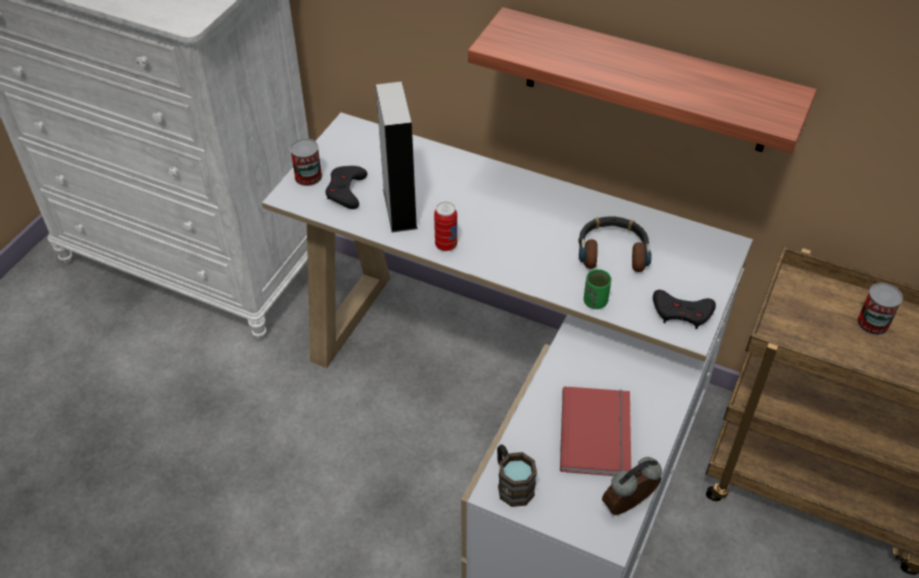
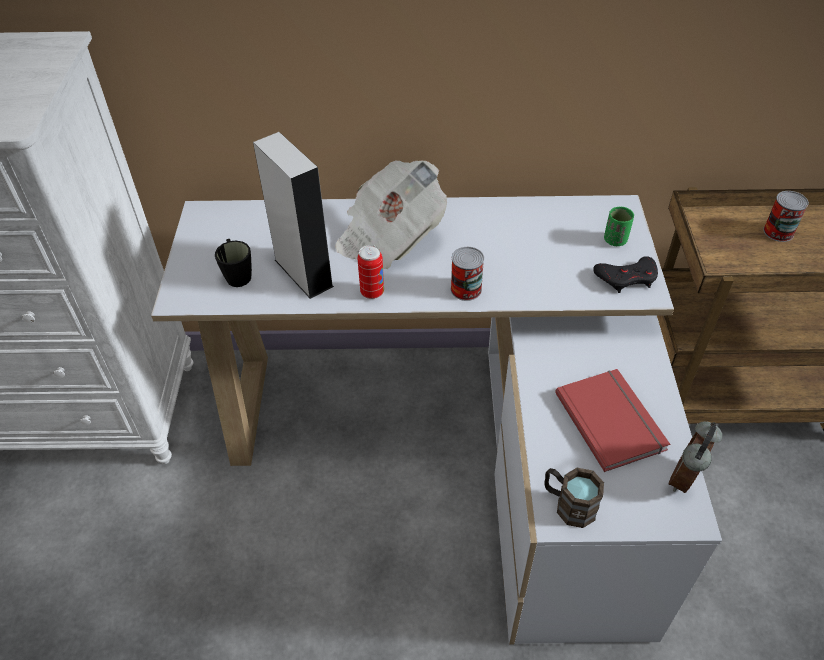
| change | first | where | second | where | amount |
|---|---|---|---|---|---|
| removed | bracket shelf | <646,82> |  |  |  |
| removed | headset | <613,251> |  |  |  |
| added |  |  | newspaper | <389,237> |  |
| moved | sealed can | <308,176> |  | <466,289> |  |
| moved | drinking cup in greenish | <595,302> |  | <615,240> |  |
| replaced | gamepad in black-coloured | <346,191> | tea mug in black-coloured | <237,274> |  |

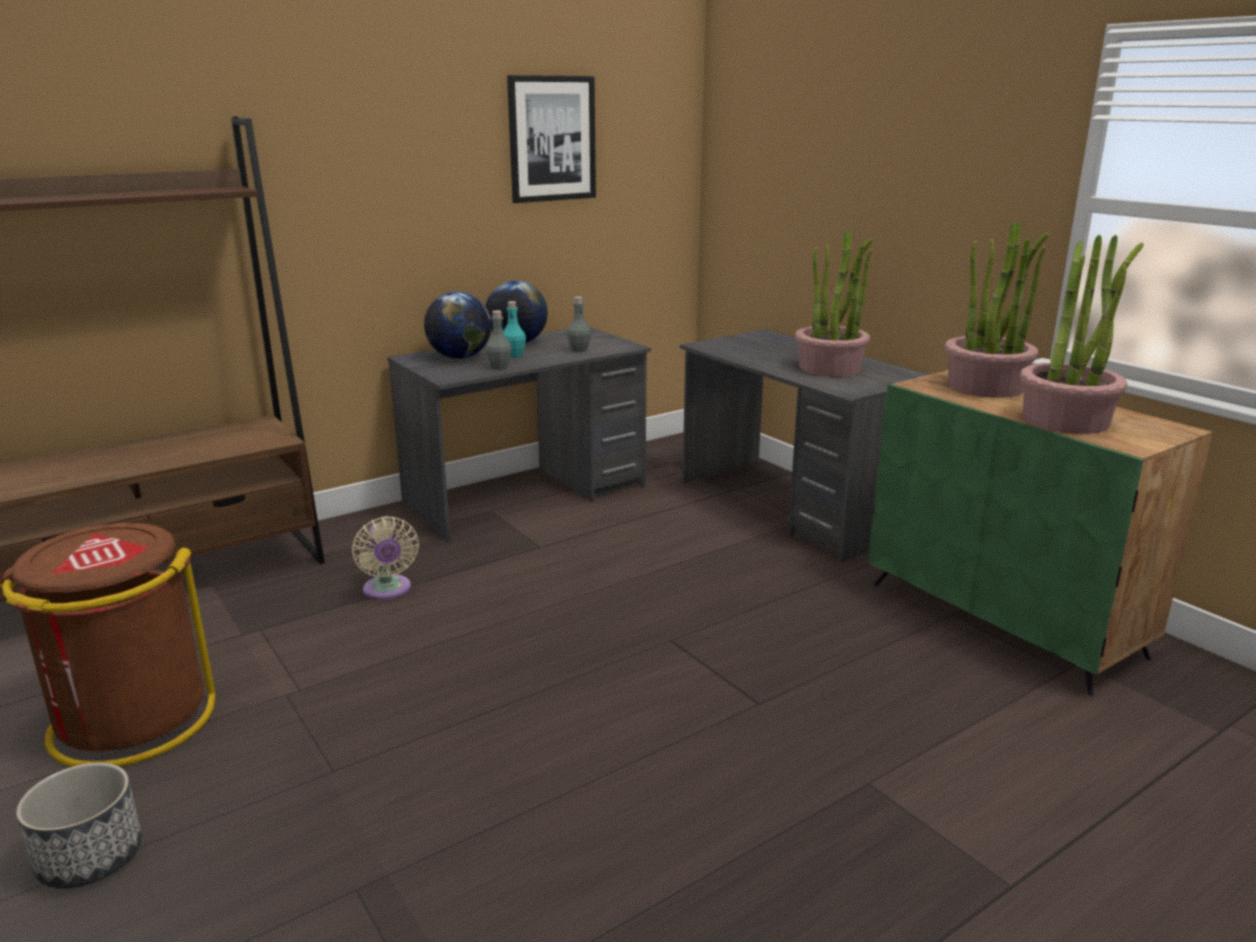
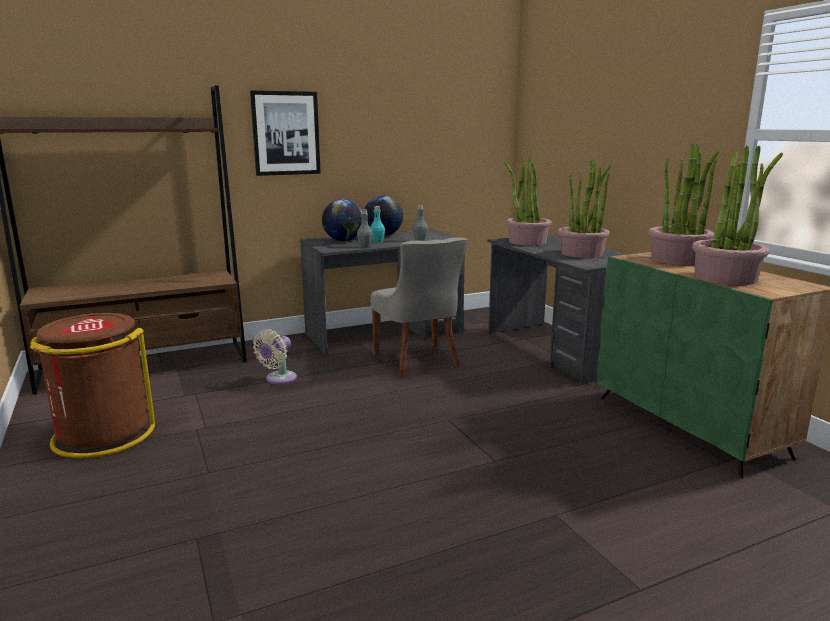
| change | first | where | second | where | amount |
|---|---|---|---|---|---|
| removed | planter | <89,858> |  |  |  |
| added |  |  | chair in grey | <418,361> |  |
| added |  |  | plant in a pot | <527,242> |  |
| moved | picture | <552,139> |  | <286,133> |  |
| turned | cooling fan in beige | <388,591> |  | <278,379> | 45 degrees clockwise |

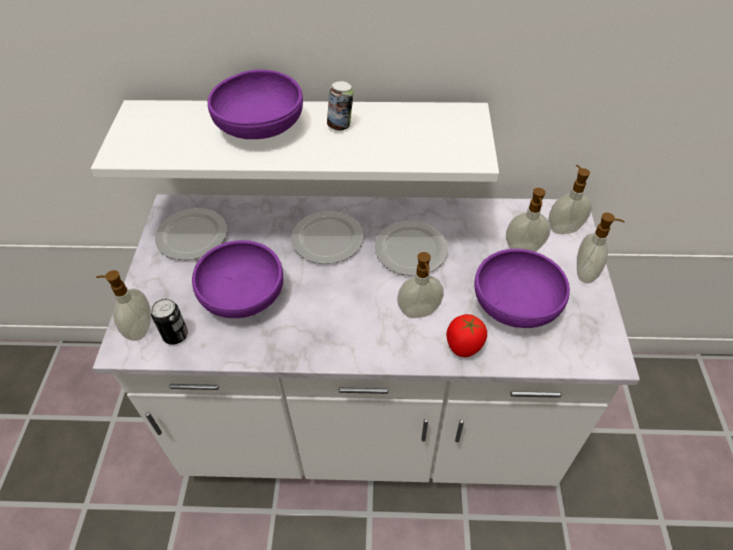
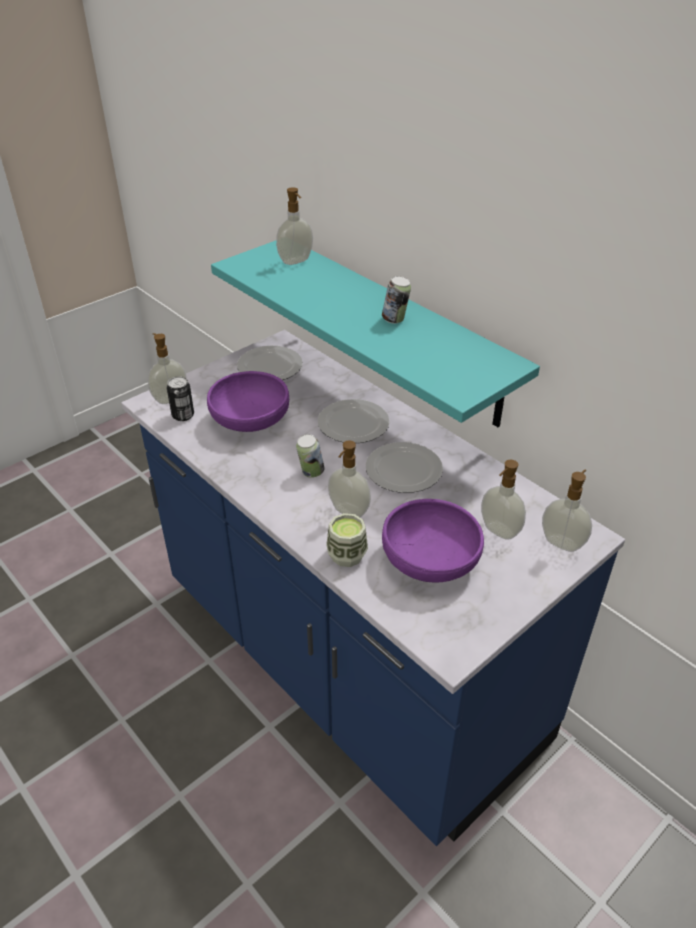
| change | first | where | second | where | amount |
|---|---|---|---|---|---|
| removed | deep dish in purple | <260,127> |  |  |  |
| added |  |  | sealed can | <311,473> |  |
| moved | liquid soap bottle | <586,273> |  | <296,261> |  |
| replaced | tomato | <464,346> | drinking cup | <347,555> |  |
| recoloured | bracket shelf in white-coloured | <308,136> | bracket shelf in turquoise-coloured | <395,329> |  |
| recoloured | kitchen base unit in white-coloured | <369,422> | kitchen base unit in bluish | <348,663> |  |

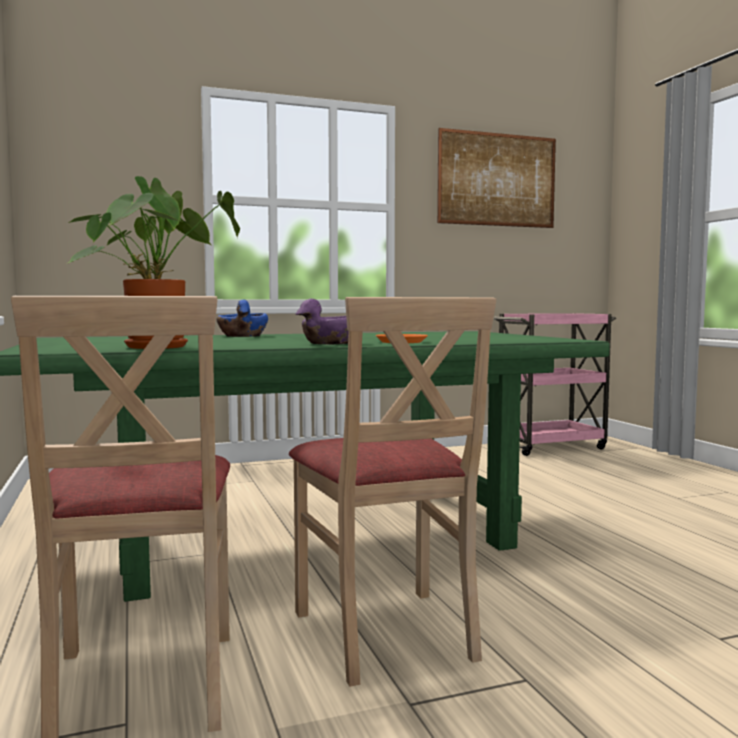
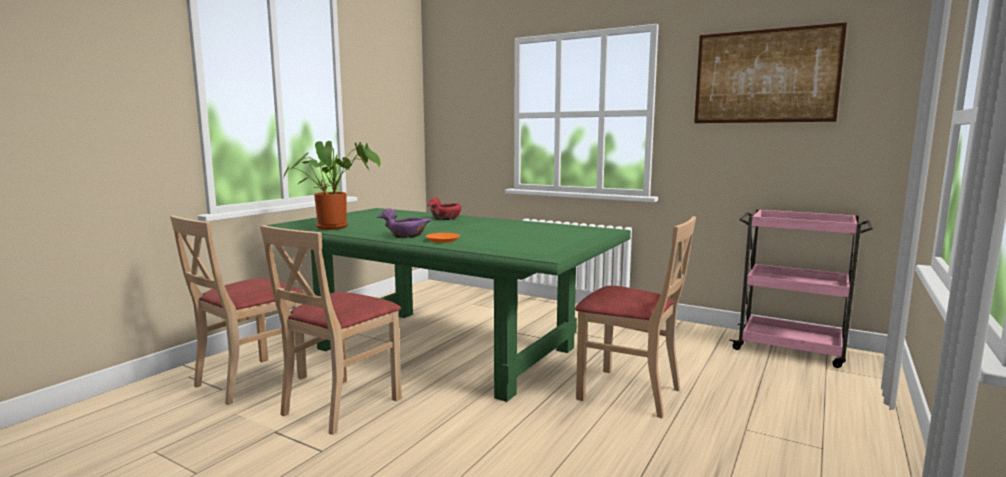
| change | first | where | second | where | amount |
|---|---|---|---|---|---|
| added |  |  | chair in beige | <629,393> |  |
| recoloured | deep dish in bluish | <242,336> | deep dish in reddish | <445,218> |  |

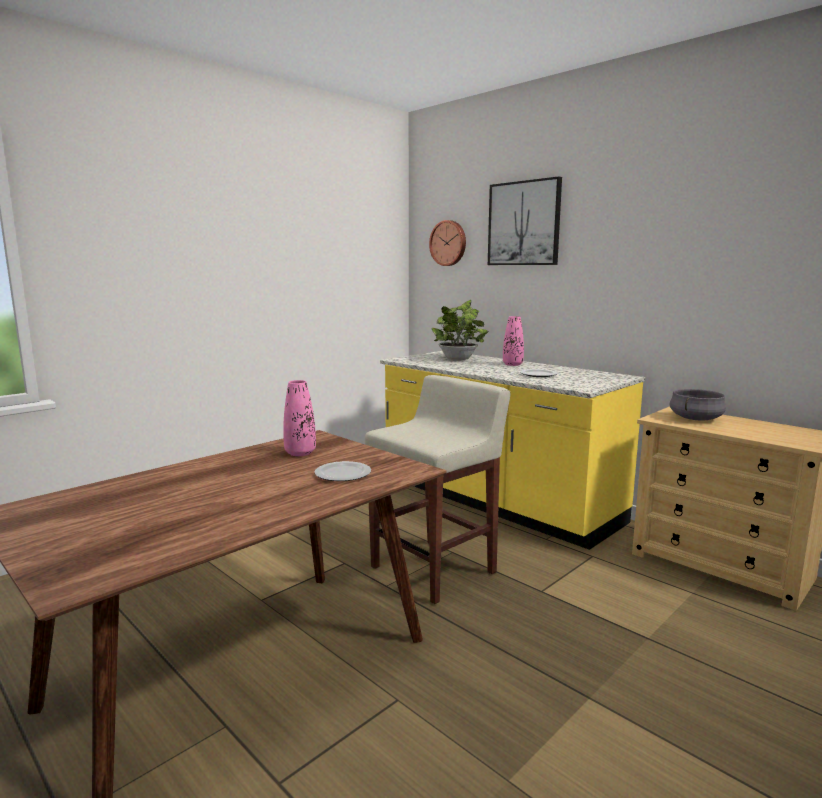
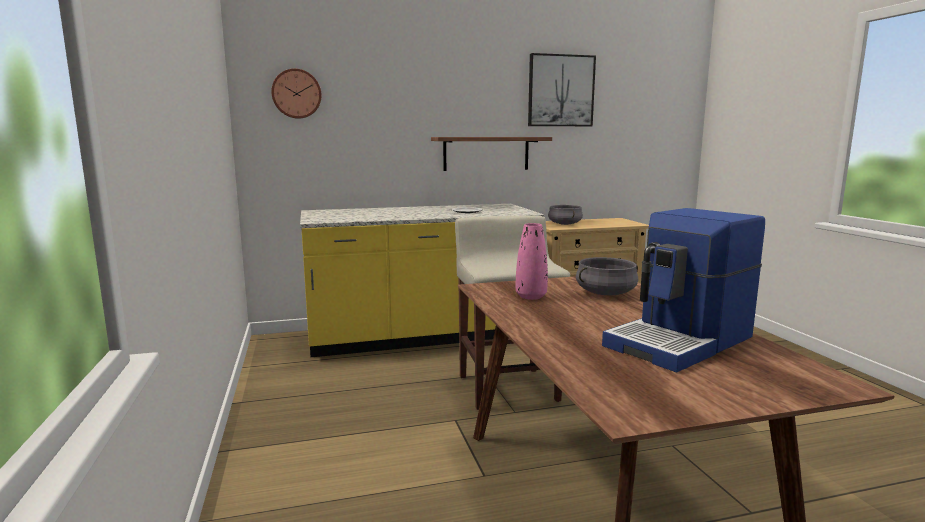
| change | first | where | second | where | amount |
|---|---|---|---|---|---|
| removed | plant in a pot | <459,360> |  |  |  |
| removed | vase in pink-coloured | <512,364> |  |  |  |
| added |  |  | bracket shelf | <486,153> |  |
| added |  |  | coffee maker | <681,342> |  |
| moved | picture | <524,223> |  | <560,91> |  |
| replaced | dinner plate | <342,474> | cooking pot in grey | <605,293> |  |

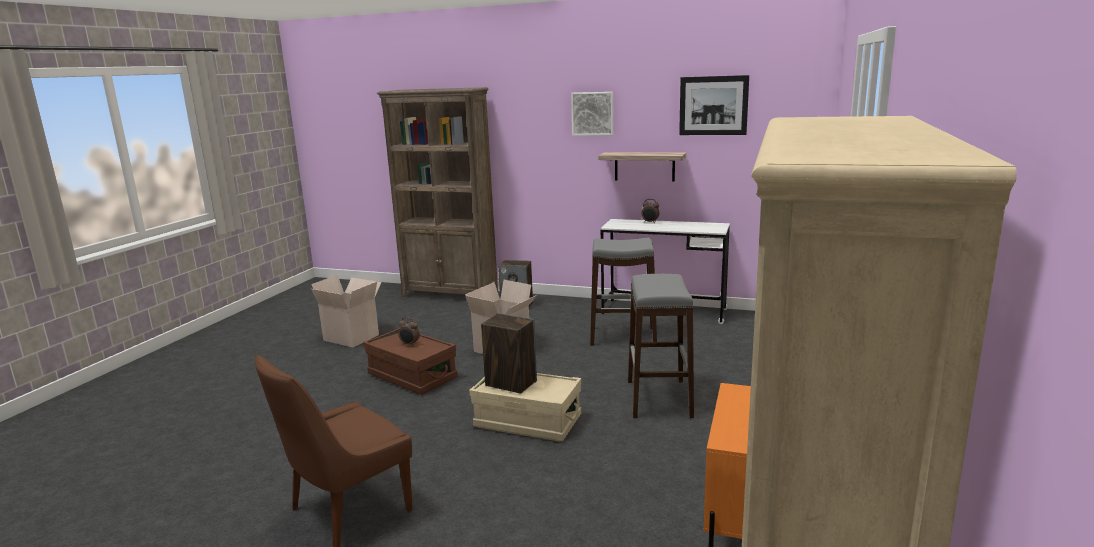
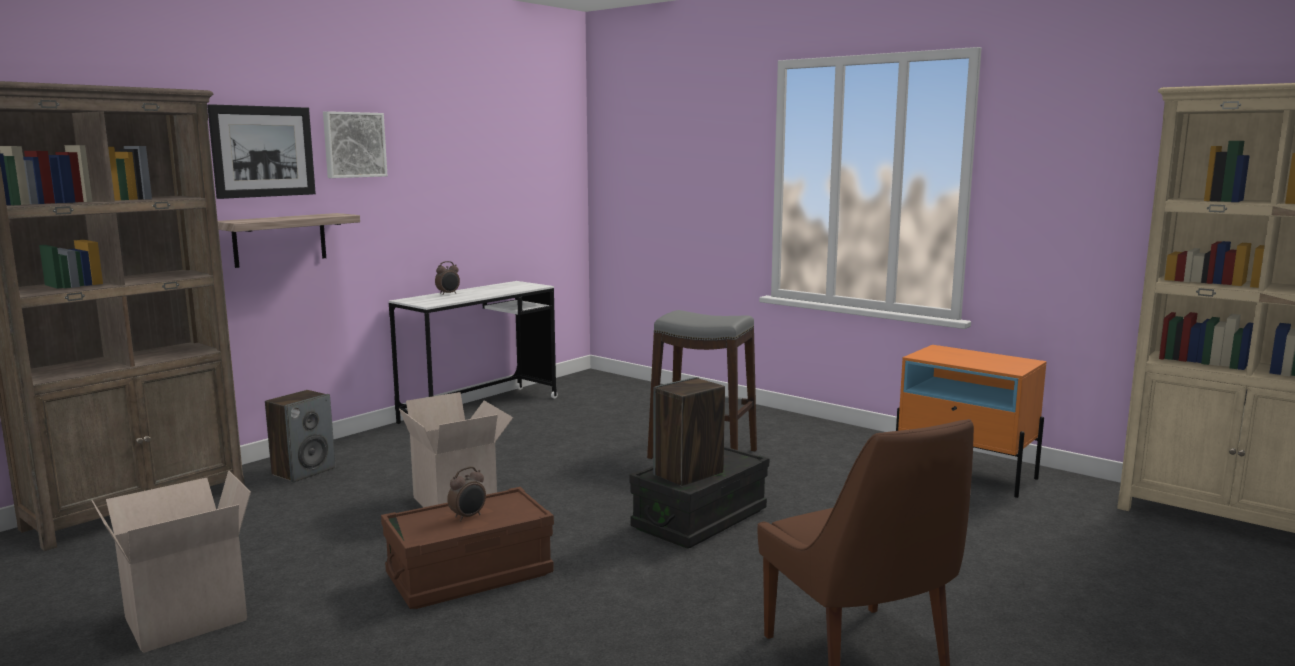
| change | first | where | second | where | amount |
|---|---|---|---|---|---|
| removed | stool seat in grey | <622,336> |  |  |  |
| moved | bracket shelf | <644,166> |  | <280,239> |  |
| moved | picture | <713,105> |  | <263,151> |  |
| recoloured | storage box in beige | <527,422> | storage box in black-coloured | <700,519> |  |

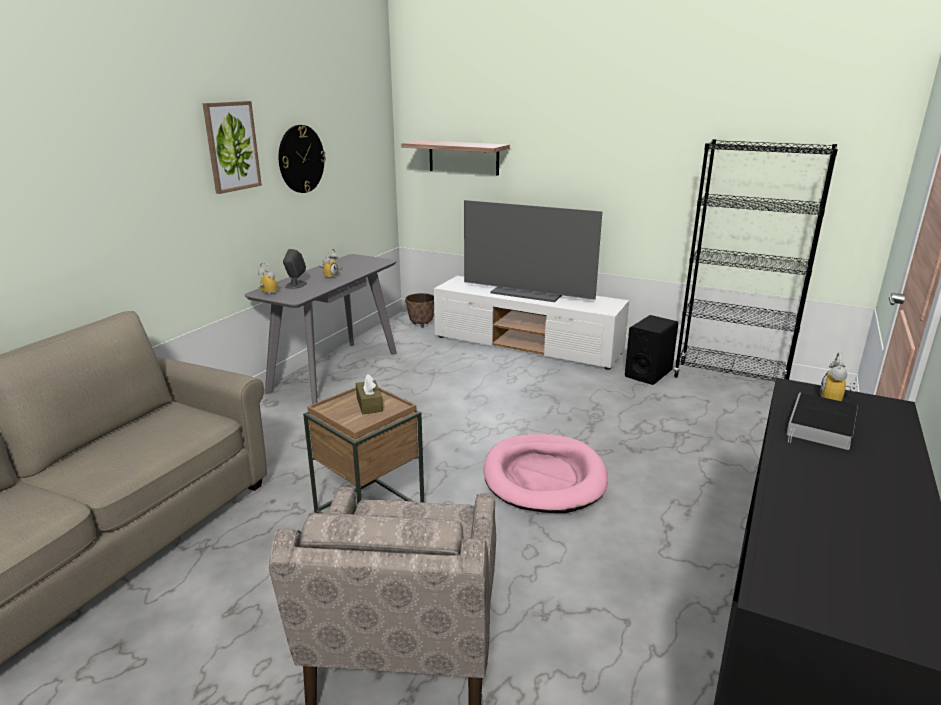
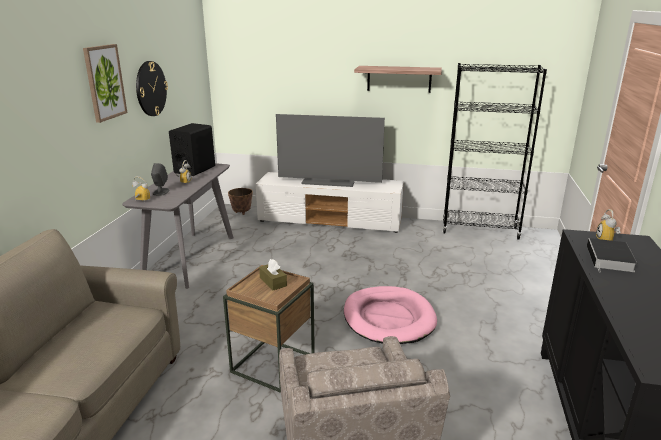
| change | first | where | second | where | amount |
|---|---|---|---|---|---|
| moved | bracket shelf | <463,157> |  | <399,79> |  |
| moved | audio speaker in black-coloured | <648,373> |  | <195,169> |  |

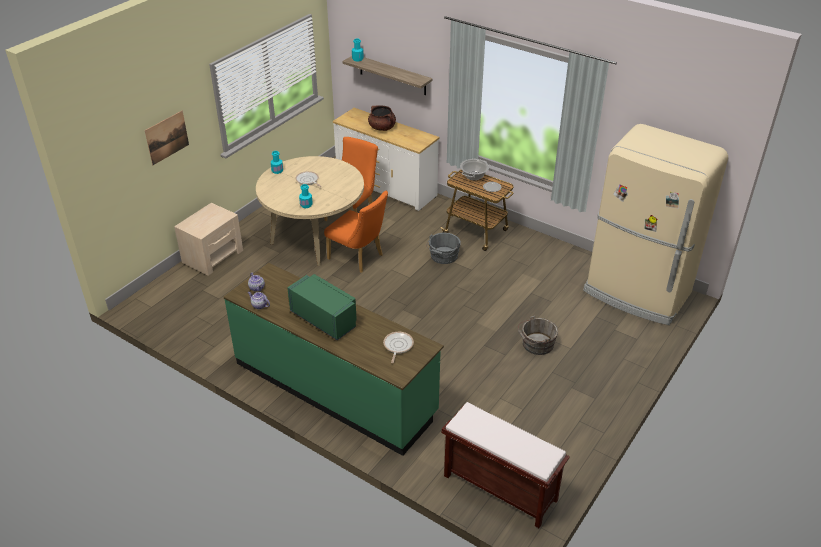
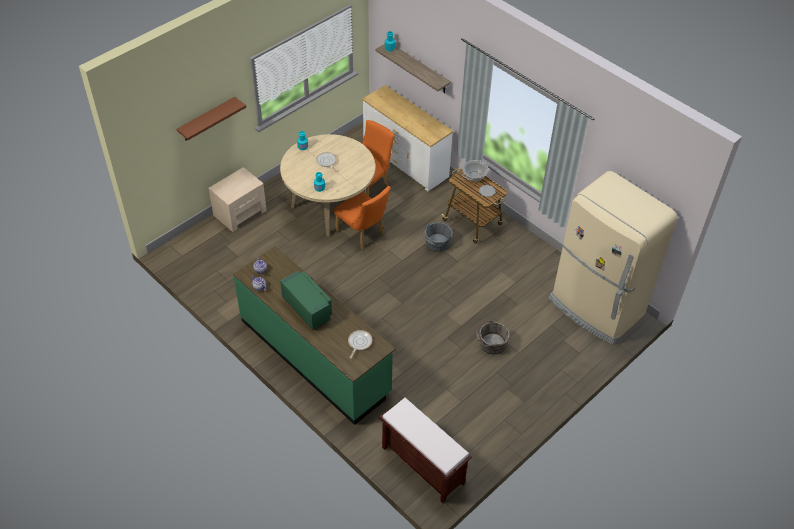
| change | first | where | second | where | amount |
|---|---|---|---|---|---|
| removed | cooking pot in brownish | <382,128> |  |  |  |
| replaced | picture | <167,137> | bracket shelf in brownish | <207,119> |  |

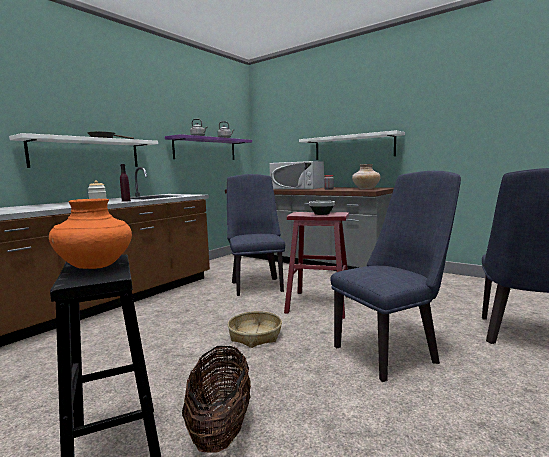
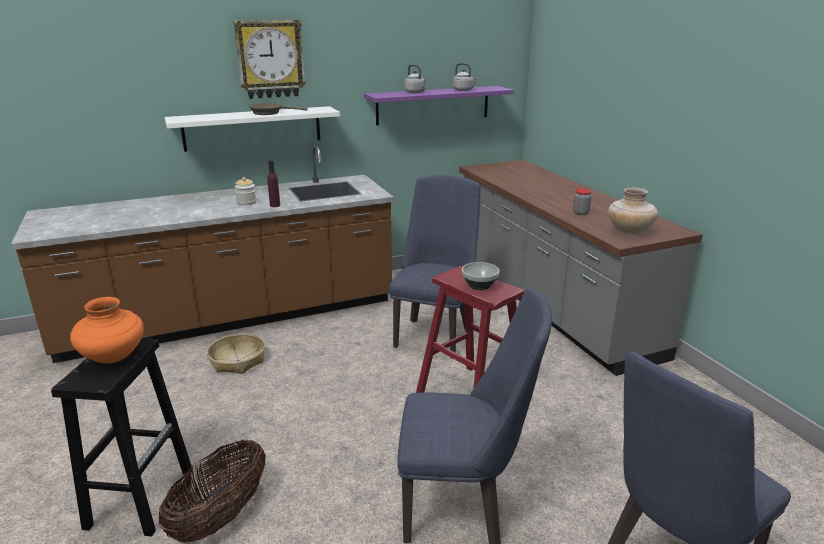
| change | first | where | second | where | amount |
|---|---|---|---|---|---|
| removed | kitchen microwave in white-coloured | <297,188> |  |  |  |
| removed | bracket shelf in white-coloured | <353,147> |  |  |  |
| added |  |  | clock on the wall | <270,59> |  |
| moved | basket | <255,336> |  | <238,361> |  |

